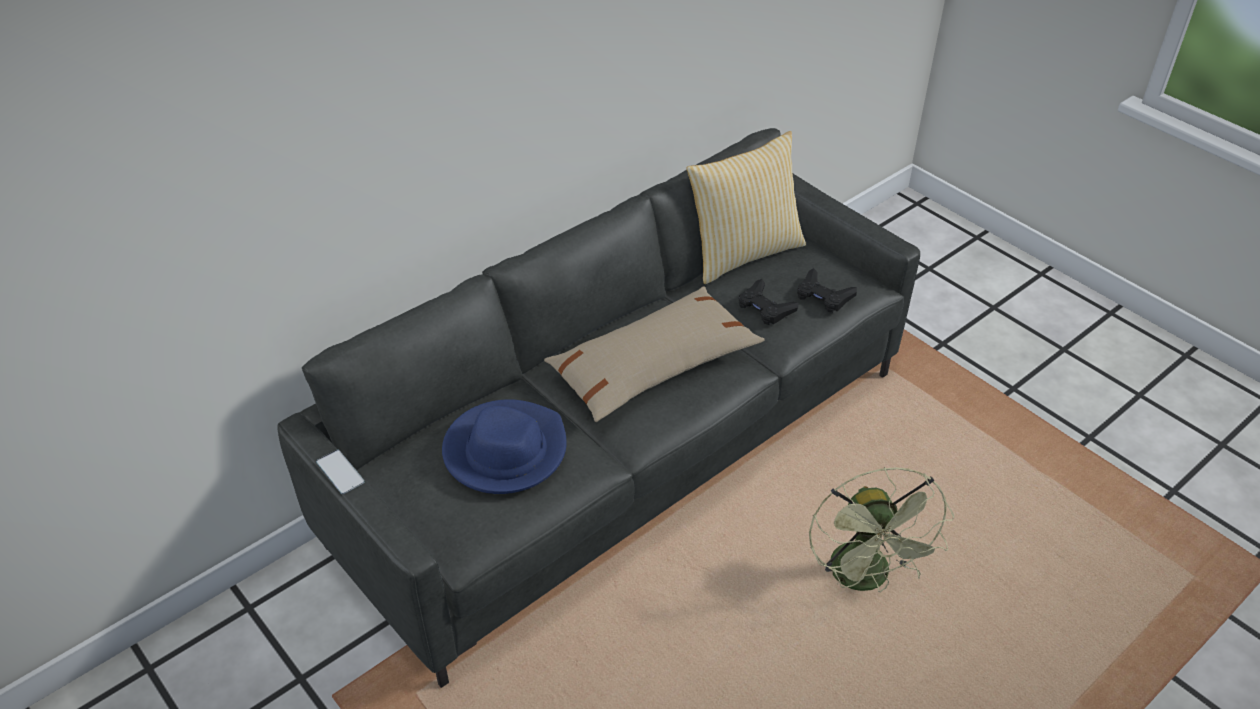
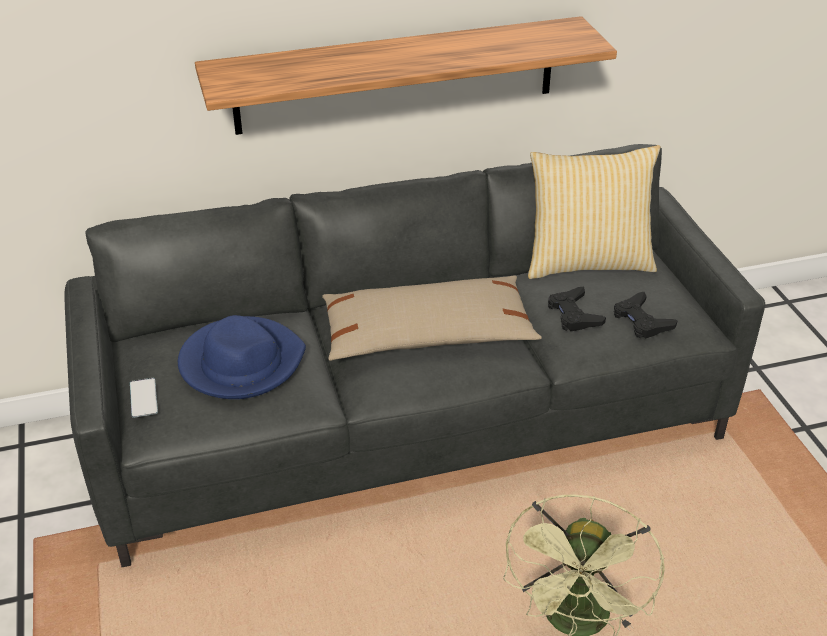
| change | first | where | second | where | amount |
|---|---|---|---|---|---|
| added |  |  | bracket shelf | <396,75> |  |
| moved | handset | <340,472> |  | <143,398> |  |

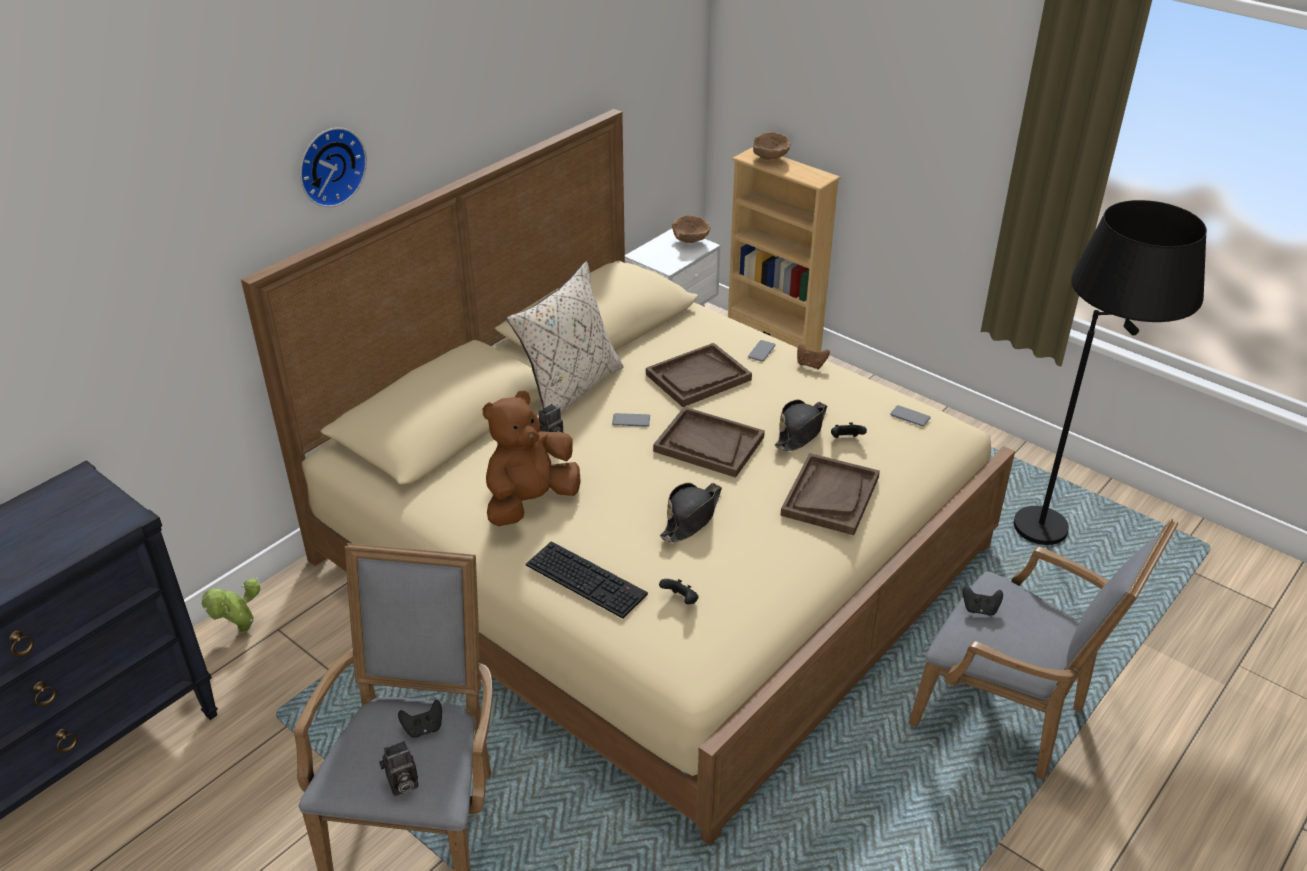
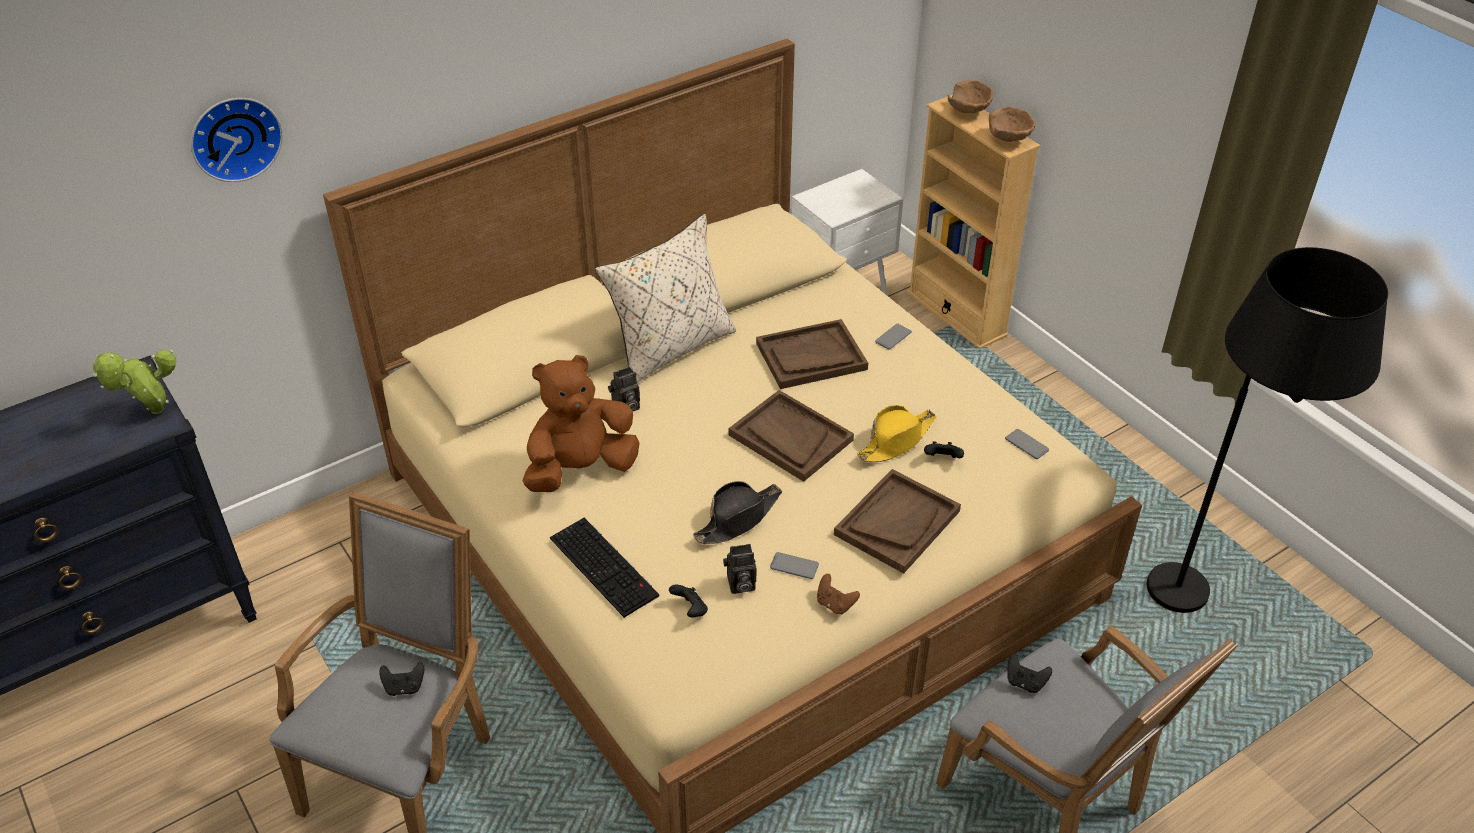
| change | first | where | second | where | amount |
|---|---|---|---|---|---|
| moved | plant in a pot | <241,632> |  | <153,413> |  |
| moved | clock on the wall | <329,165> |  | <234,136> |  |
| moved | photo camera | <401,784> |  | <739,585> |  |
| moved | handset | <631,421> |  | <794,566> |  |
| moved | deep dish in brownish | <691,241> |  | <1009,139> |  |
| moved | gamepad in brownish | <810,365> |  | <835,604> |  |
| recoloured | wearable hat in black-coloured | <801,431> | wearable hat in yellow | <896,441> |  |

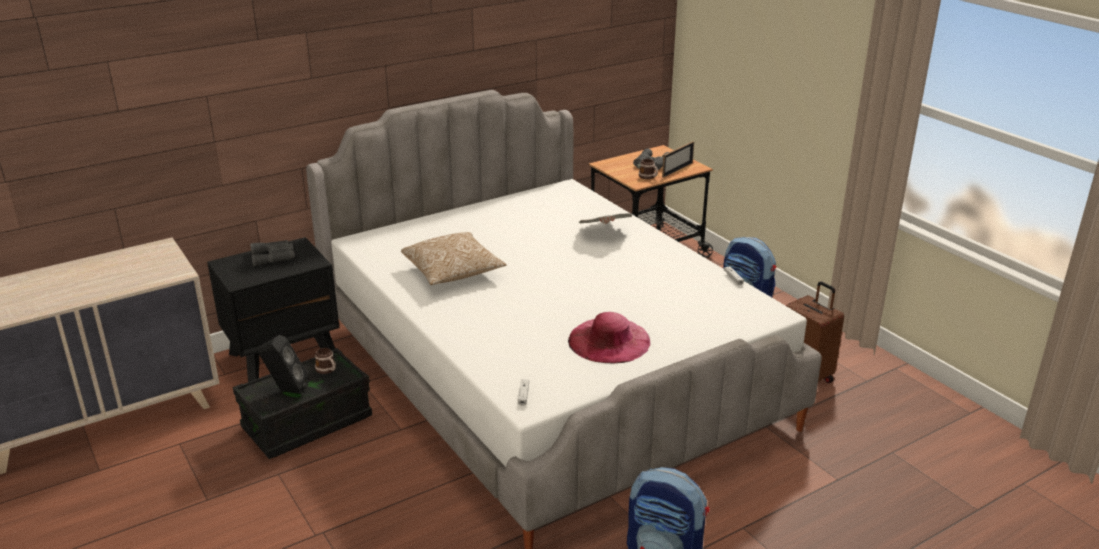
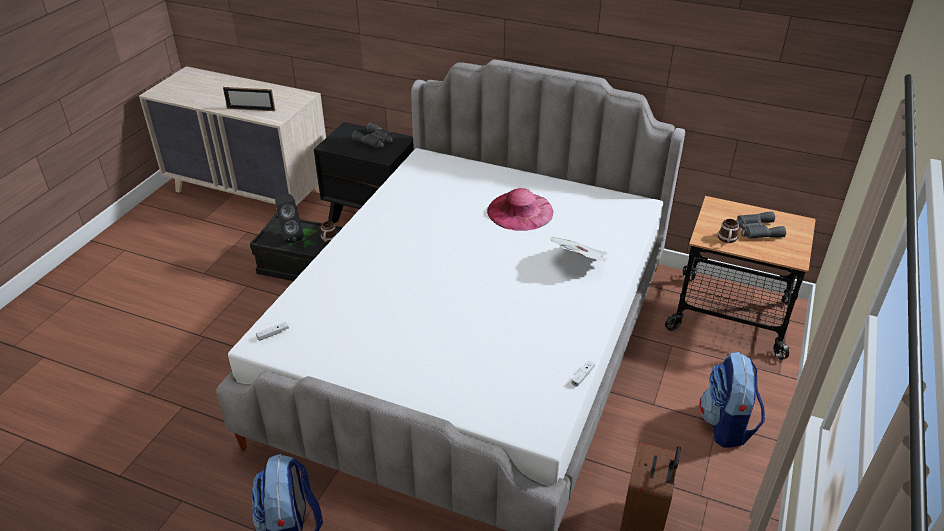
| change | first | where | second | where | amount |
|---|---|---|---|---|---|
| removed | throw pillow | <453,272> |  |  |  |
| moved | wearable hat in pink-coloured | <609,340> |  | <520,211> |  |
| moved | photo frame | <677,170> |  | <251,109> |  |

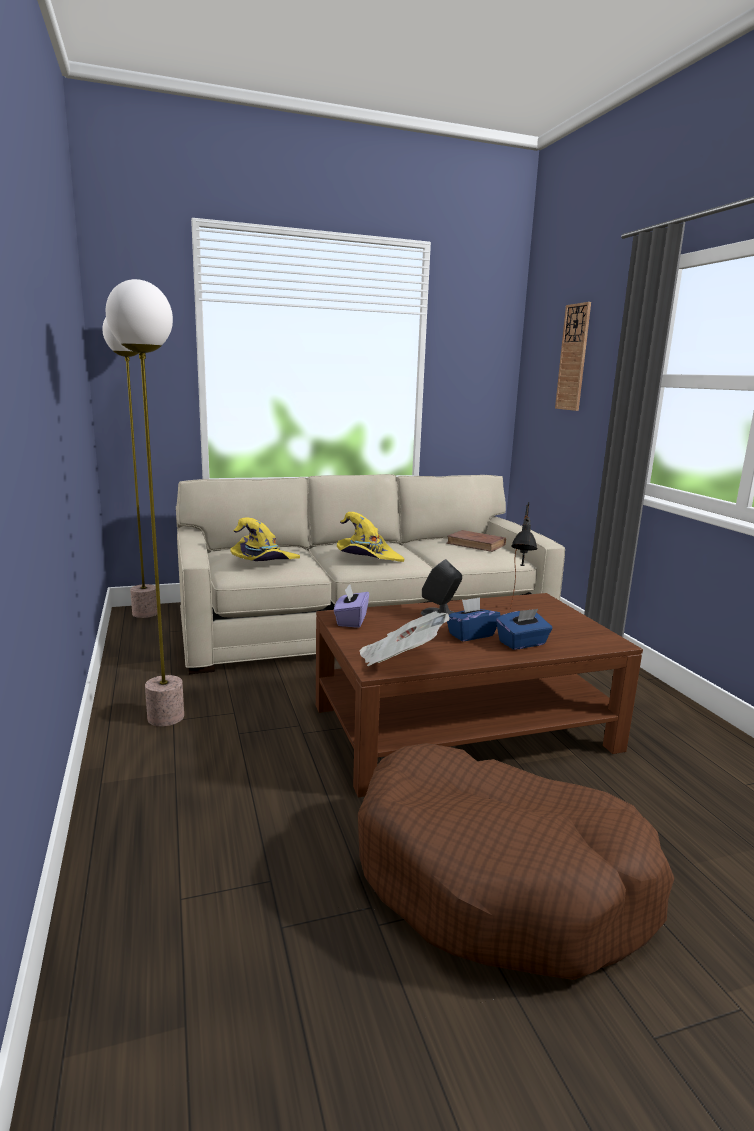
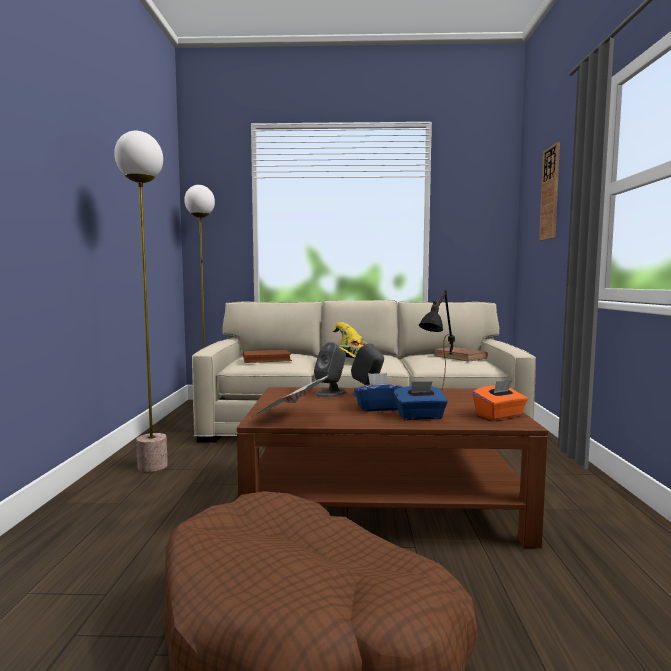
| change | first | where | second | where | amount |
|---|---|---|---|---|---|
| removed | box of tissues in purple | <351,620> |  |  |  |
| added |  |  | audio speaker in grey | <331,393> |  |
| added |  |  | box of tissues in orange-coloured | <499,416> |  |
| replaced | wearable hat in yellow | <263,562> | book in brownish | <267,359> |  |

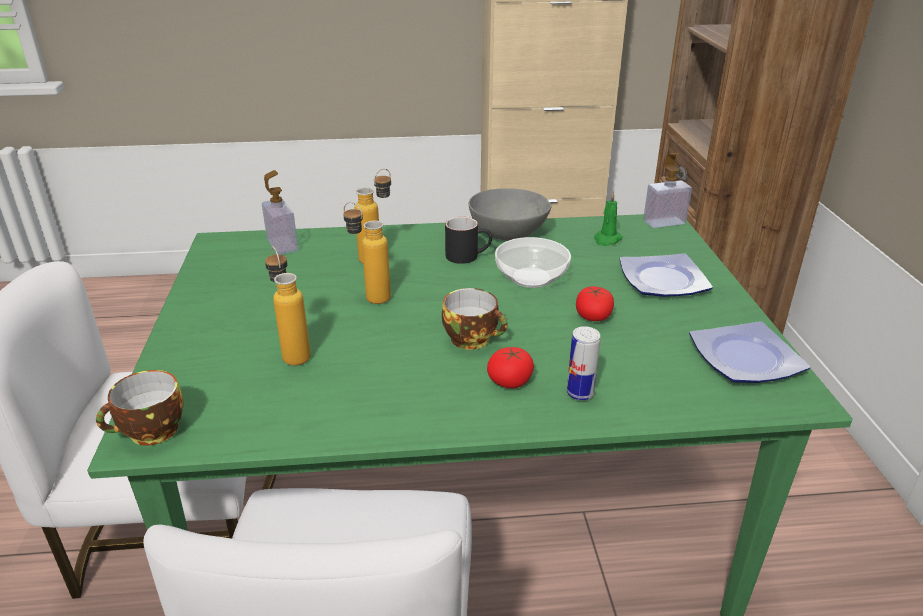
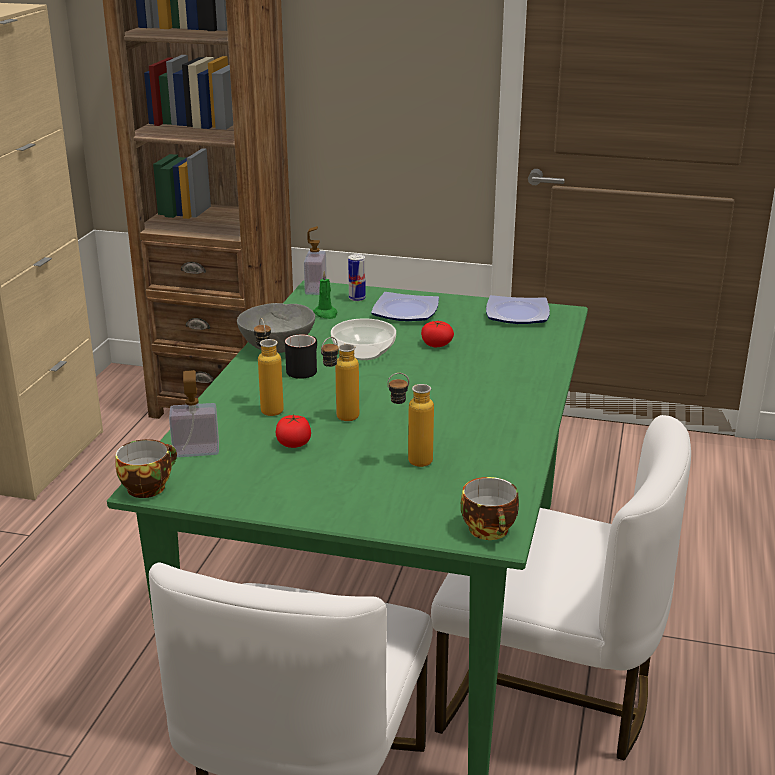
| change | first | where | second | where | amount |
|---|---|---|---|---|---|
| moved | drinking cup | <473,339> |  | <148,486> |  |
| moved | tomato | <510,380> |  | <294,443> |  |
| moved | sealed can | <580,393> |  | <357,298> |  |

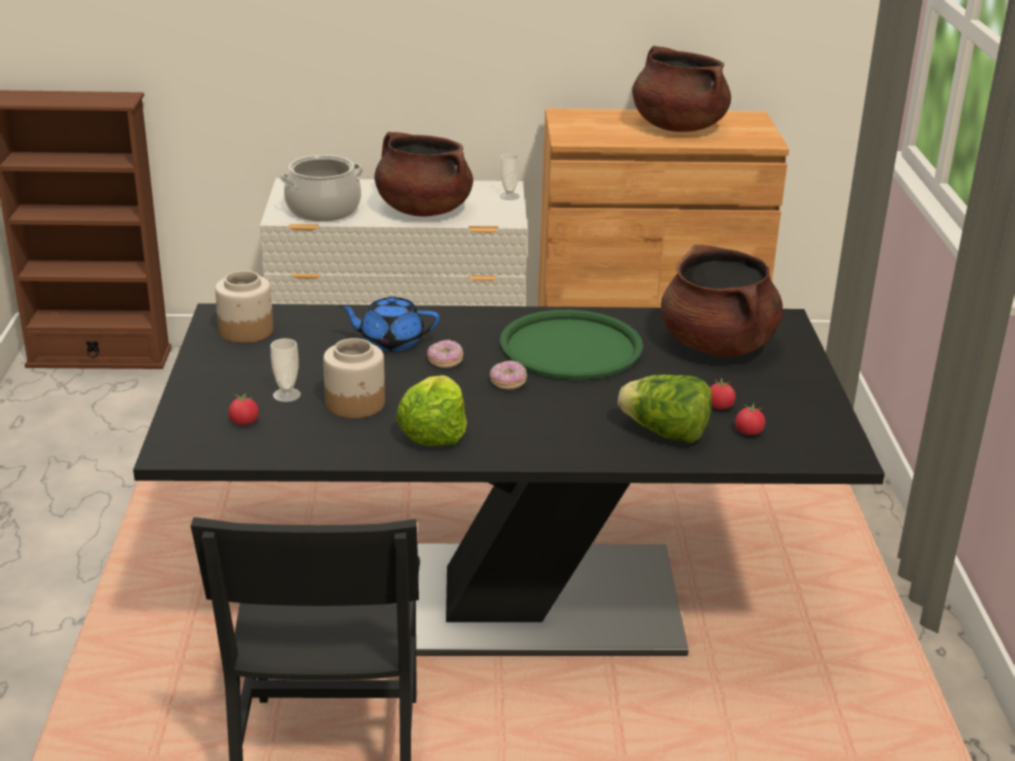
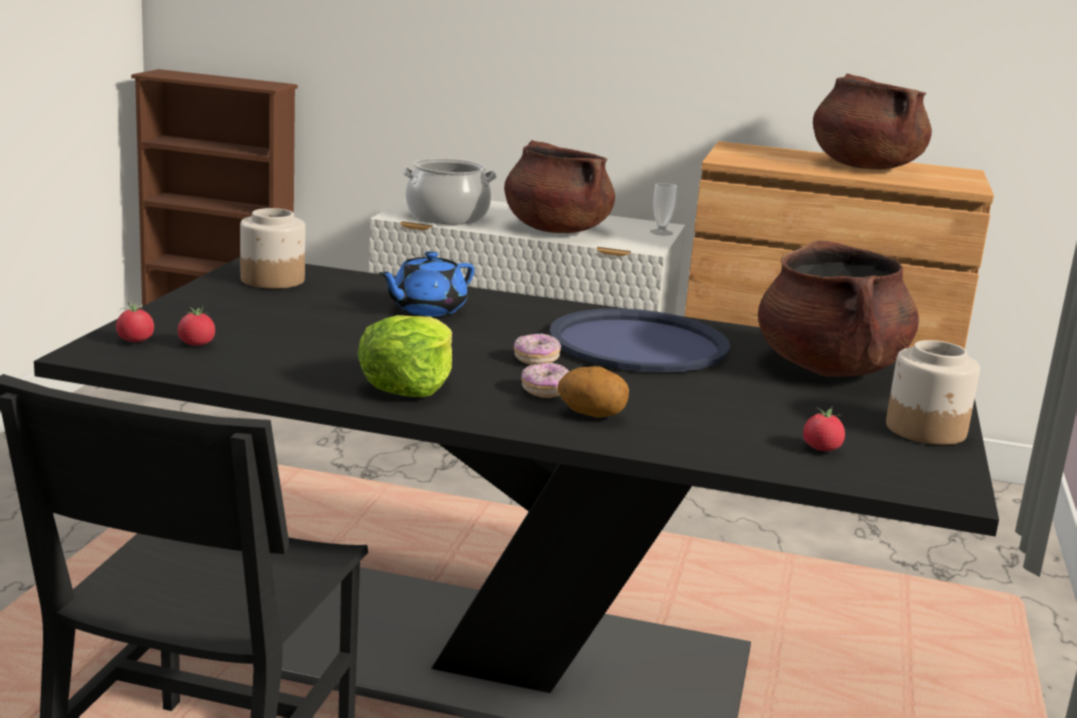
| change | first | where | second | where | amount |
|---|---|---|---|---|---|
| removed | drinking cup | <287,395> |  |  |  |
| removed | lettuce head | <665,433> |  |  |  |
| added |  |  | whole potato | <591,414> |  |
| moved | storage jar | <356,404> |  | <926,430> |  |
| moved | doughnut | <445,361> |  | <545,391> |  |
| moved | tomato | <719,406> |  | <135,340> |  |
| recoloured | serving tray in greenish | <571,347> | serving tray in bluish | <639,344> |  |
| turned | pot for tea in bluish | <391,341> |  | <426,309> | 60 degrees counterclockwise |

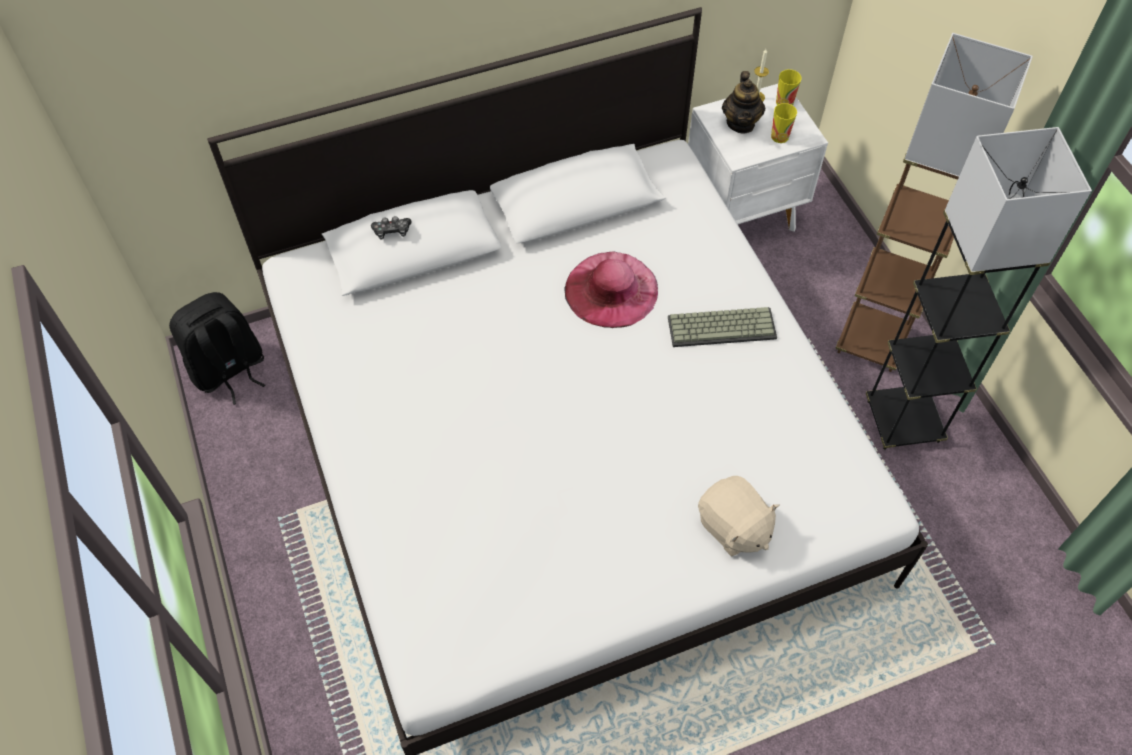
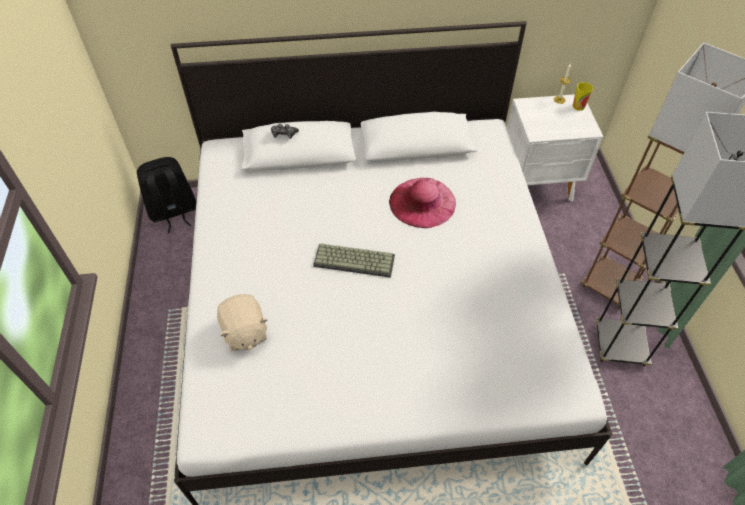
| change | first | where | second | where | amount |
|---|---|---|---|---|---|
| removed | pot for tea | <741,123> |  |  |  |
| removed | drinking cup | <779,136> |  |  |  |
| moved | keyboard | <722,326> |  | <355,260> |  |
| moved | cuddly toy in beige | <733,527> |  | <244,332> |  |

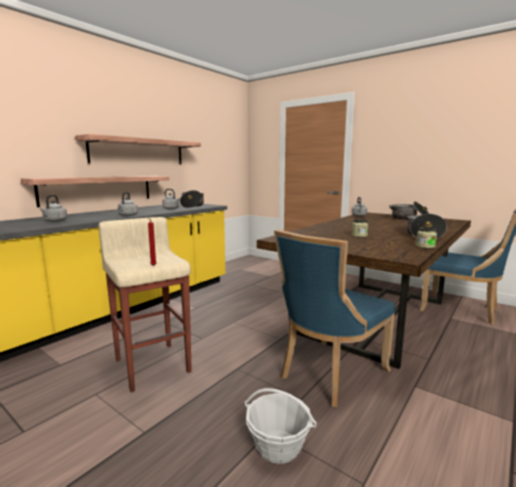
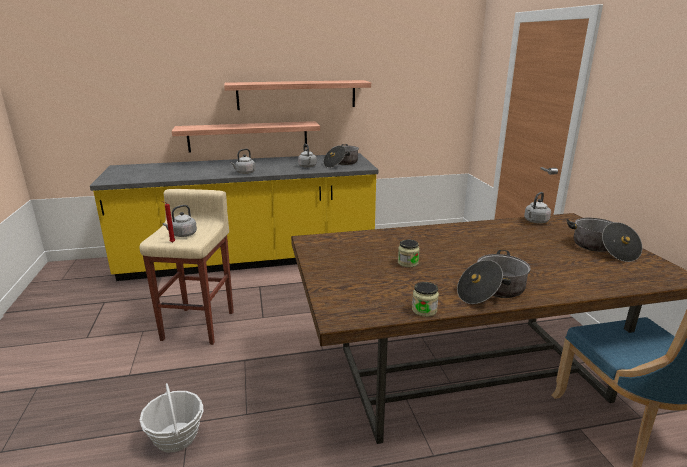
| change | first | where | second | where | amount |
|---|---|---|---|---|---|
| removed | chair in bluish | <329,373> |  |  |  |
| moved | water kettle in grey | <54,221> |  | <183,235> |  |

